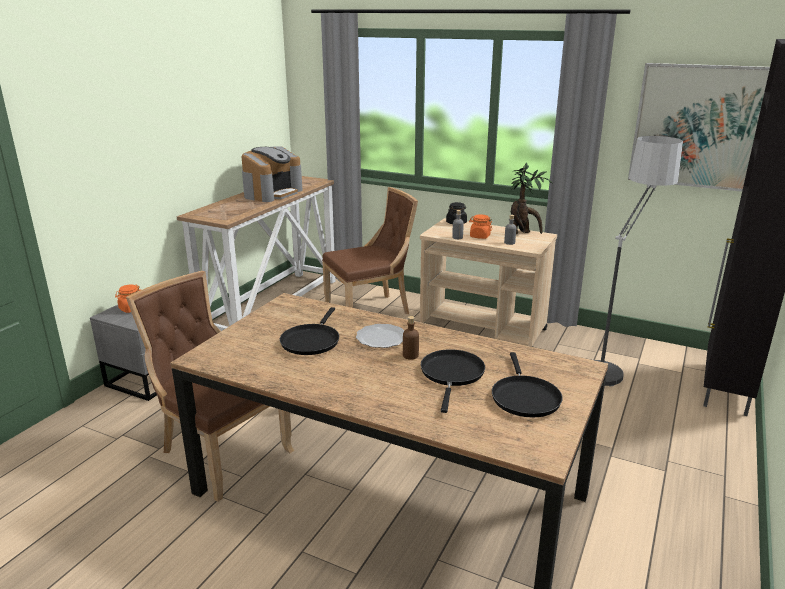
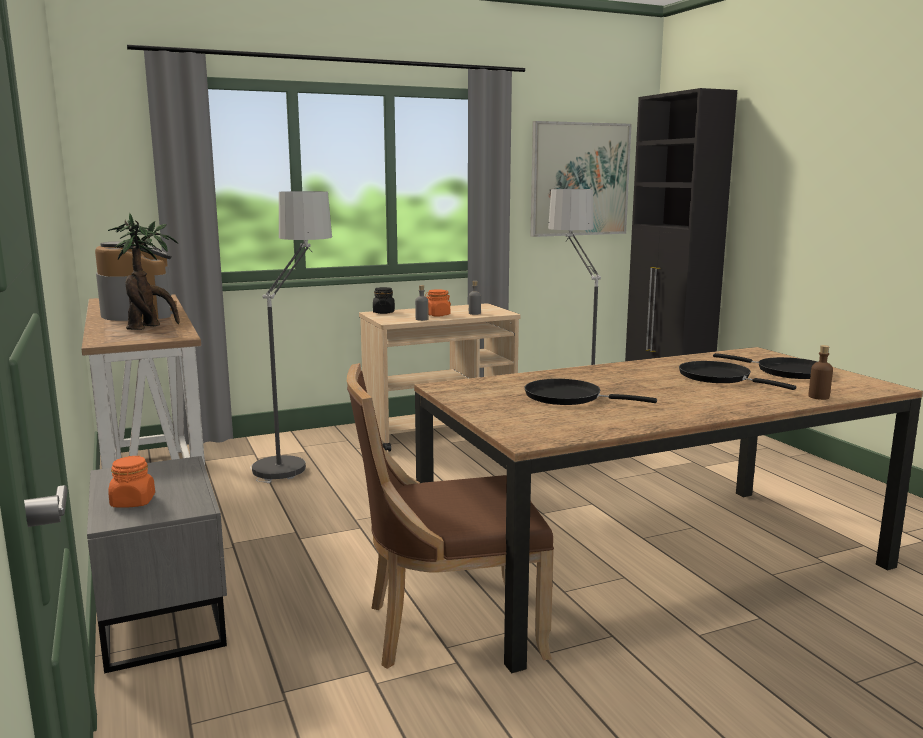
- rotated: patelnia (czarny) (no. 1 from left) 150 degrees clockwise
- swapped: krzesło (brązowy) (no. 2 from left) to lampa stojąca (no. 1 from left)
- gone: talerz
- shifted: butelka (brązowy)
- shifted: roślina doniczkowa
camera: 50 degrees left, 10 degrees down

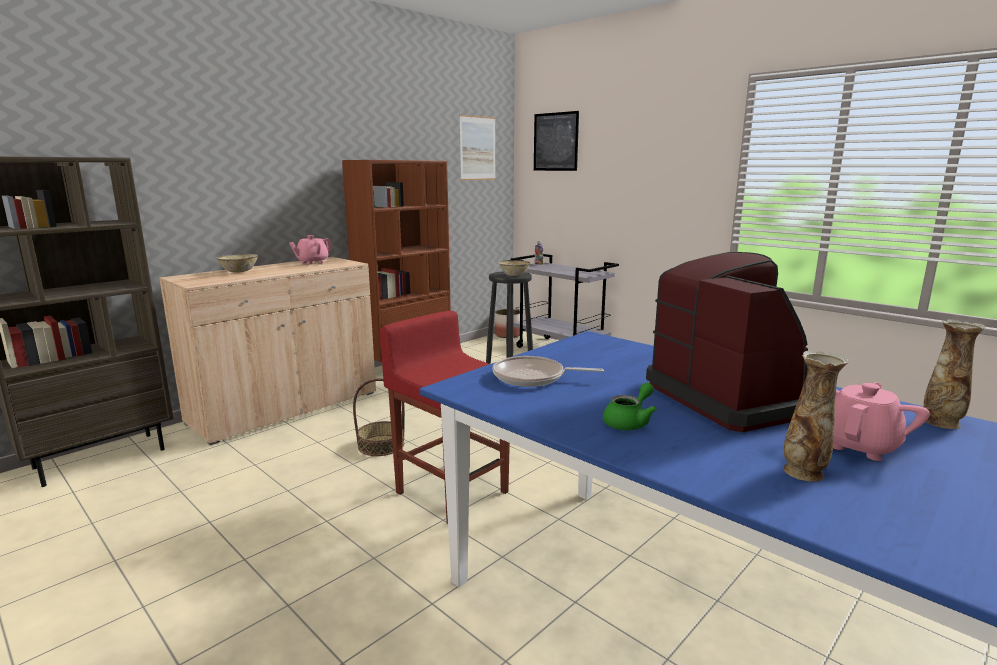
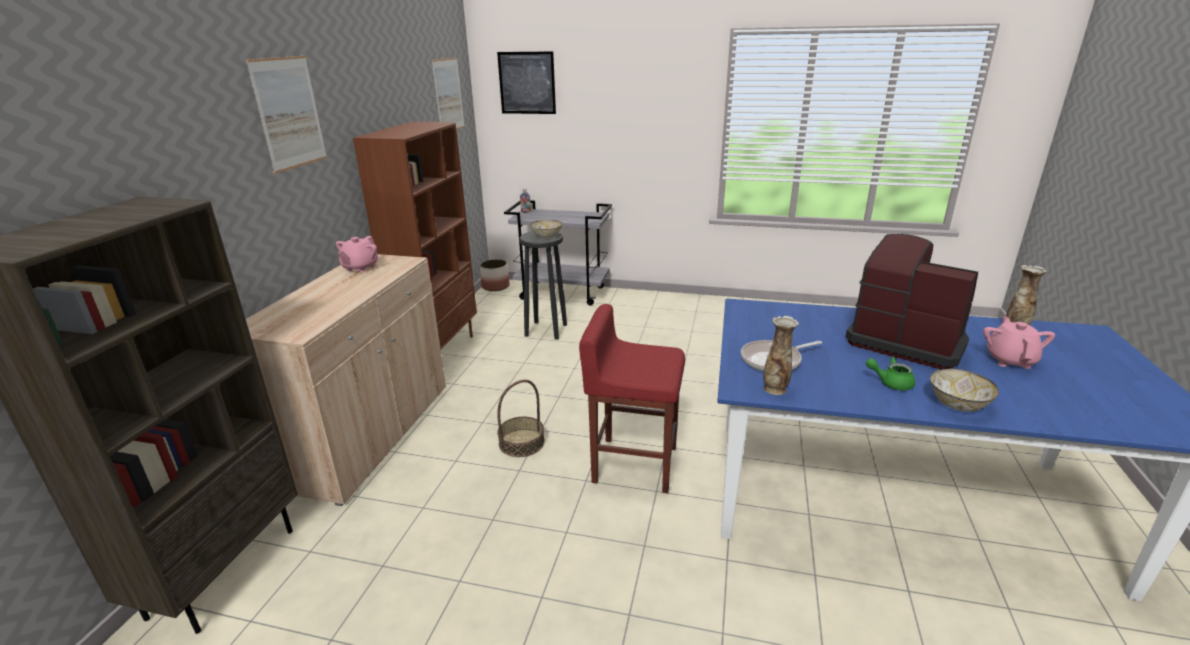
- shifted: miska (no. 1 from left in the first image) to miska (no. 2 from left)
- rotated: imbryk (zielony) 90 degrees counterclockwise
- shifted: wazon (no. 1 from left)
- new: obraz (no. 1 from left)
camera: 30 degrees left, 10 degrees up

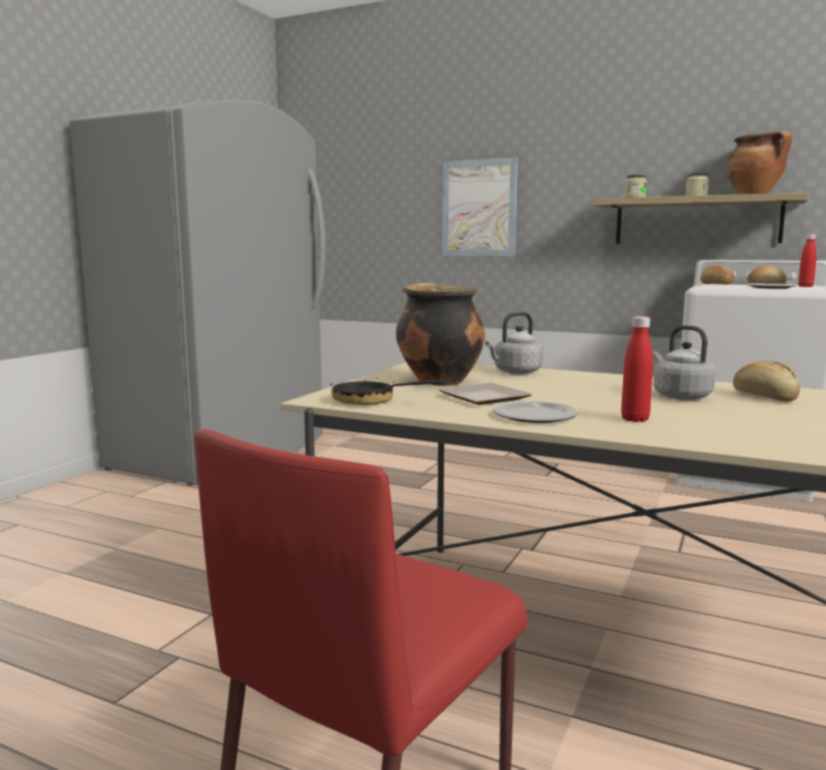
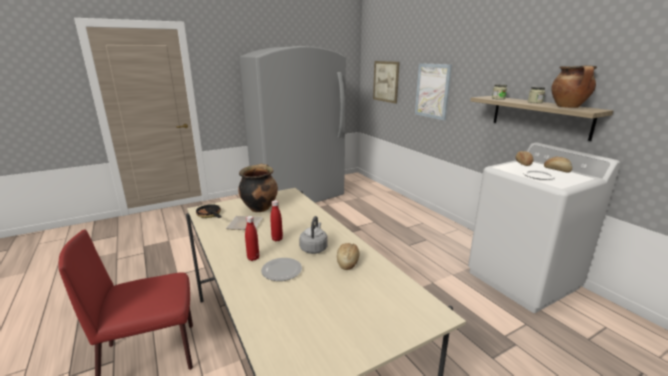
- gone: czajnik (szary) (no. 1 from left)
- shifted: talerz (no. 2 from left)
- shifted: butelka (czerwony) (no. 2 from left)
- new: obraz (no. 1 from left)
camera: 35 degrees right, 10 degrees up

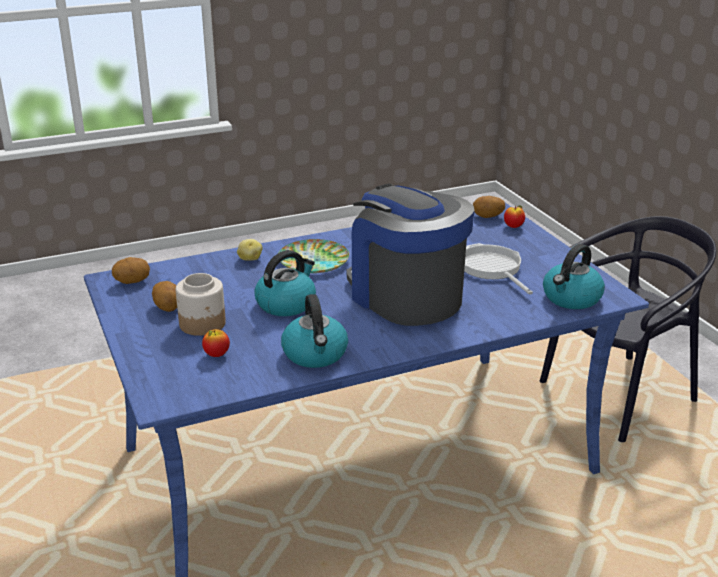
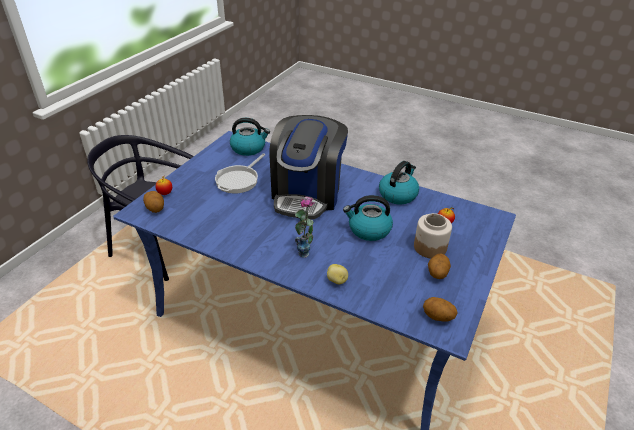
- swapped: talerz to wazon
camera: 130 degrees left, 10 degrees up

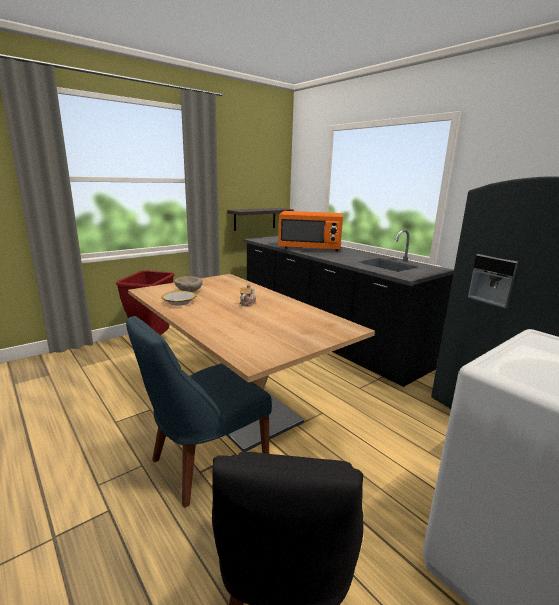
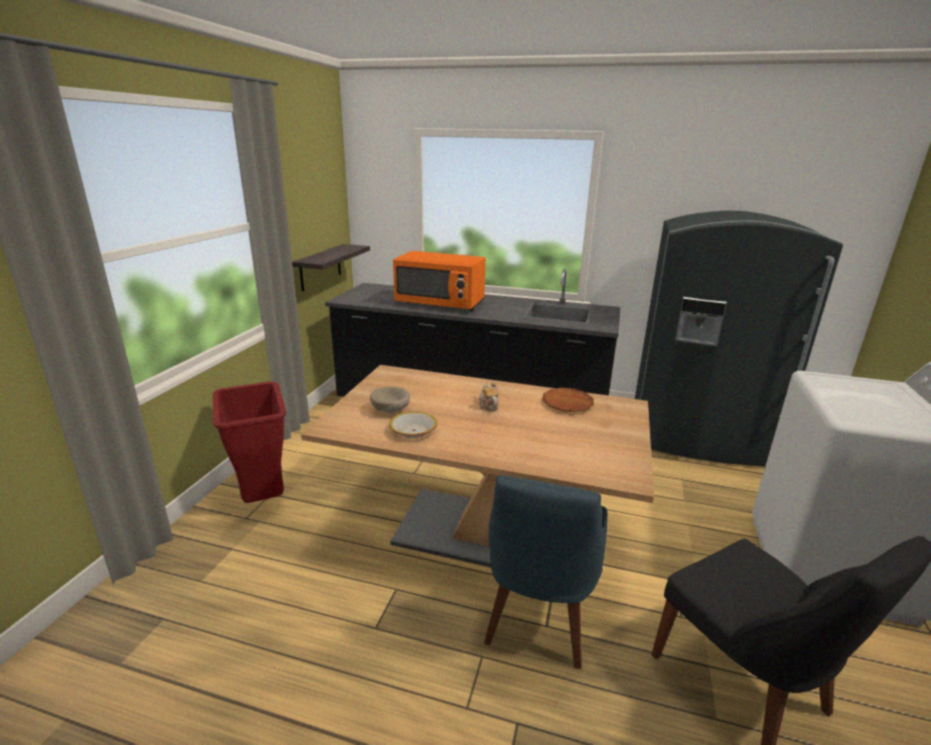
- rotated: mikrofalówka (pomarańczowy) 45 degrees clockwise
- new: talerz (brązowy)
camera: 35 degrees left, 5 degrees up

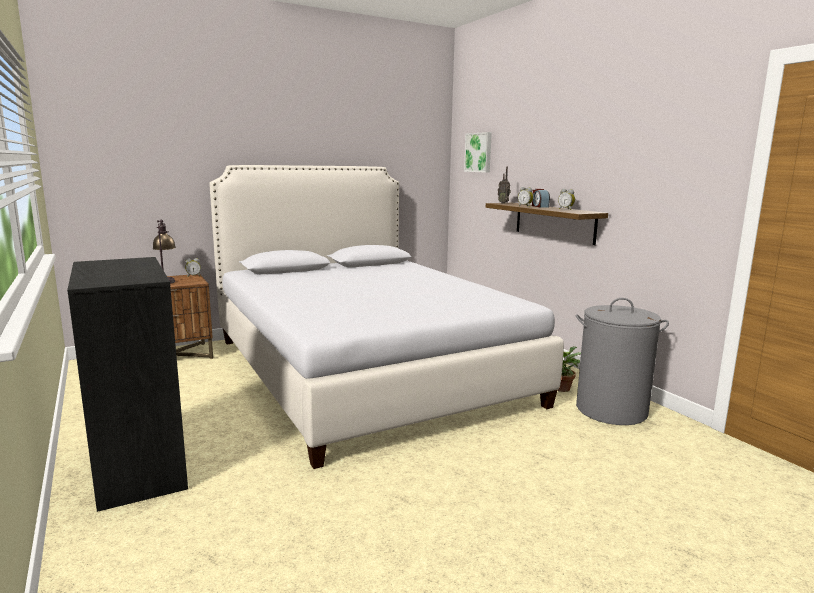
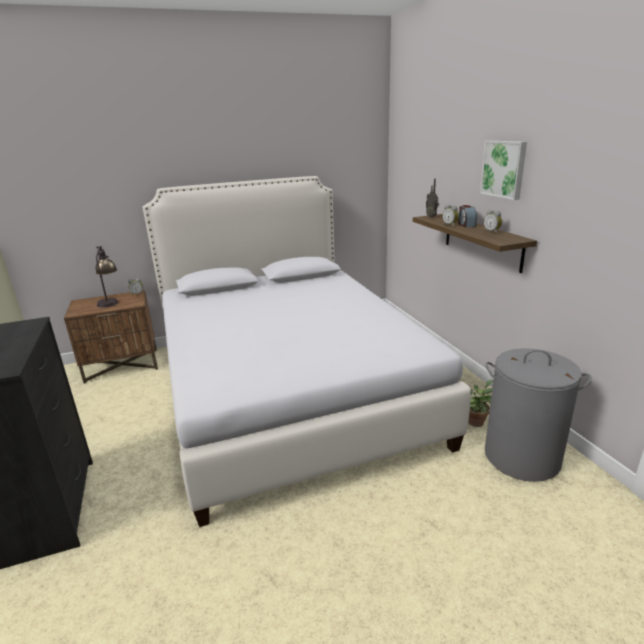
- shifted: obraz
camera: 10 degrees right, 10 degrees up

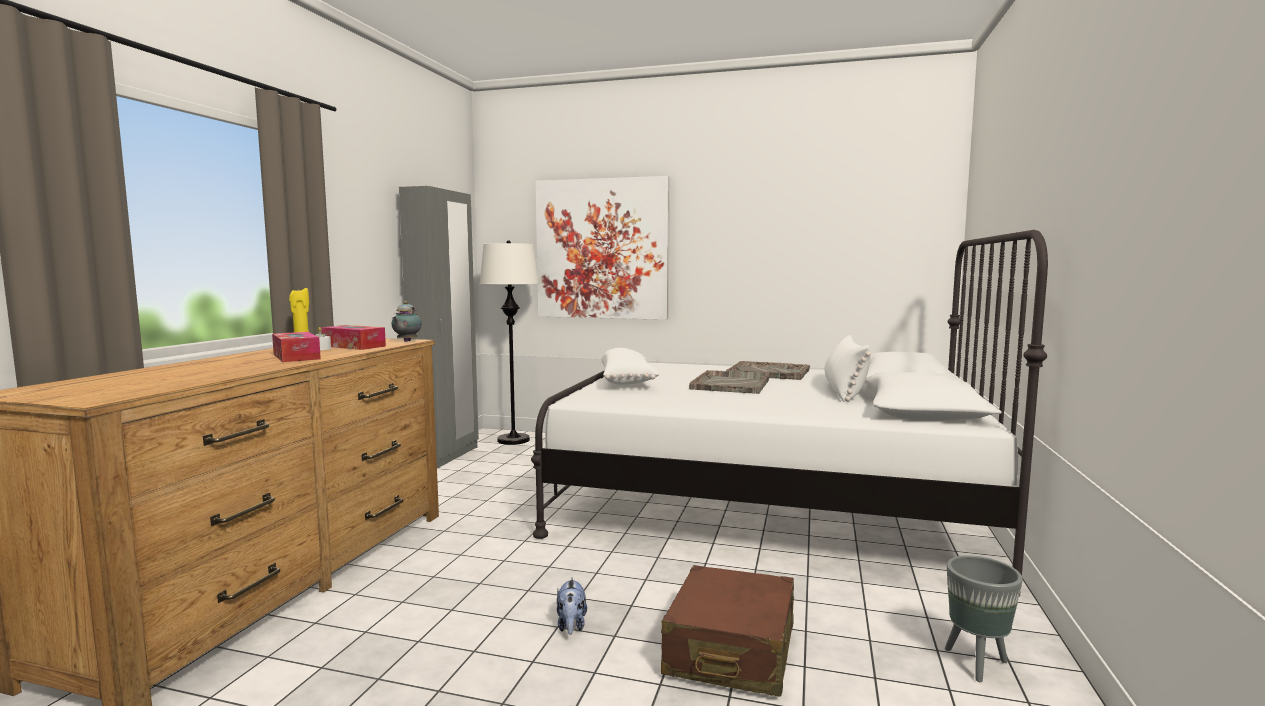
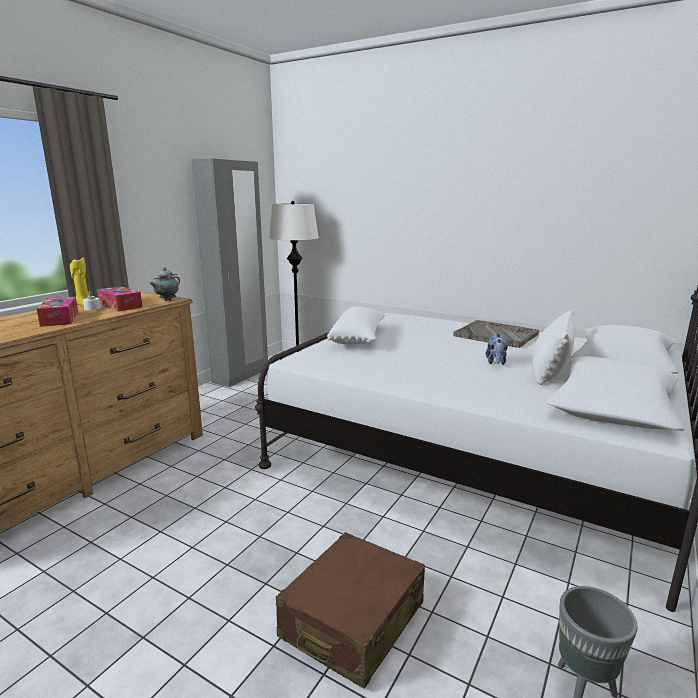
- gone: obraz
- shifted: pluszak
- gone: taca (szary) (no. 1 from left)
camera: 15 degrees right, 10 degrees up

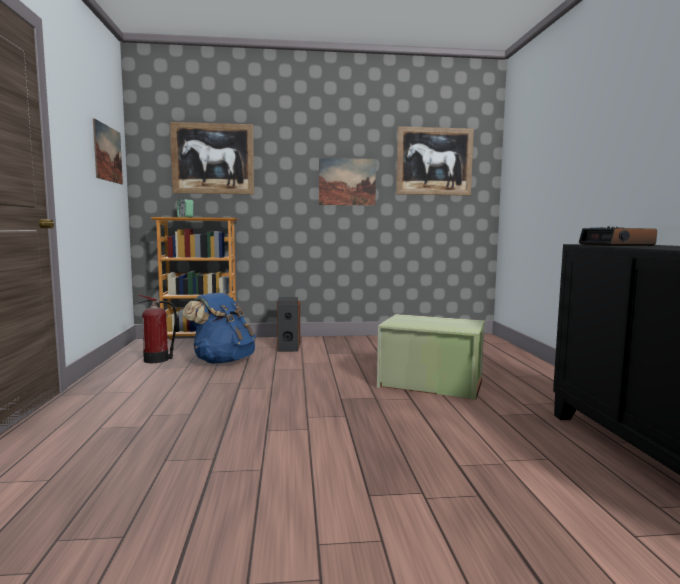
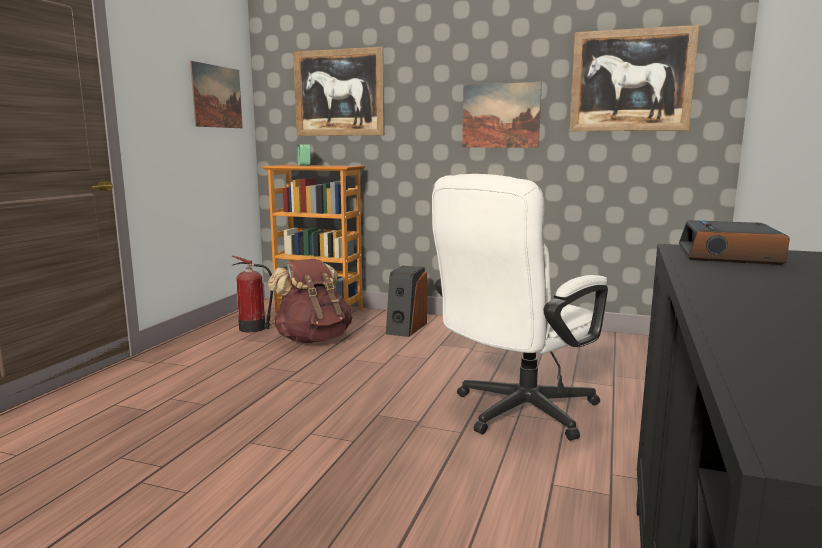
- repainted: plecak (niebieski) to plecak (brązowy)
- swapped: pojemnik do przechowywania (zielony) to krzesło biurowe (biały)
camera: 25 degrees right, 5 degrees up

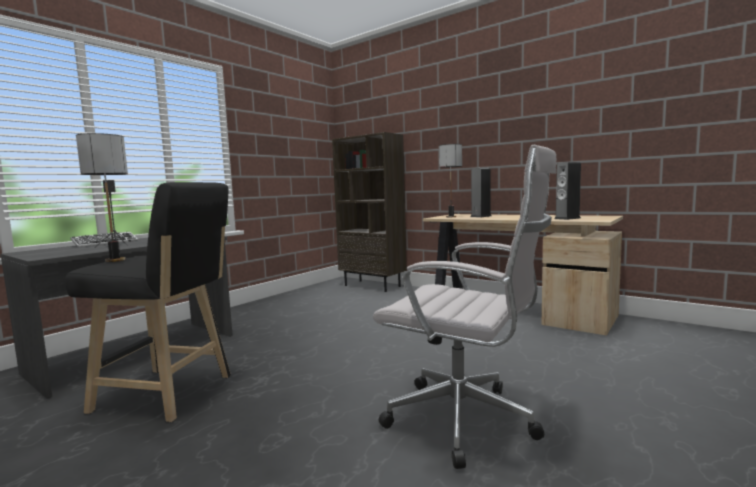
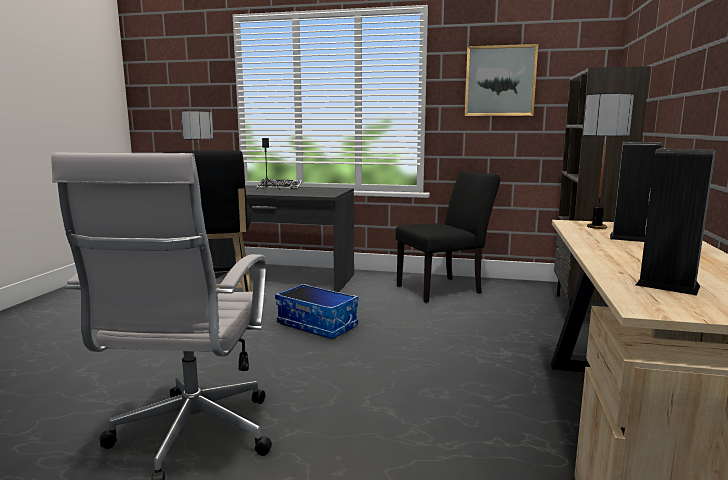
- new: pojemnik do przechowywania
- new: krzesło (czarny)
- new: obraz
camera: 65 degrees right, 5 degrees up

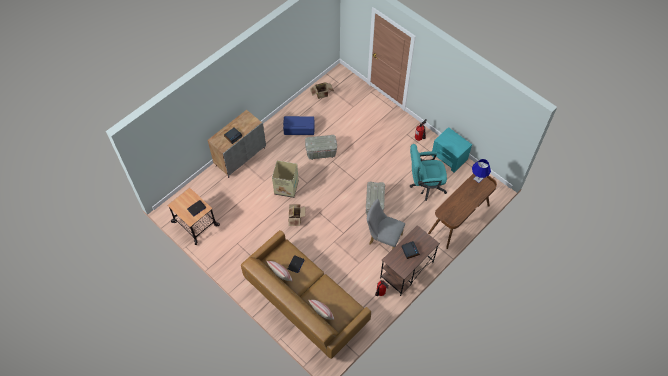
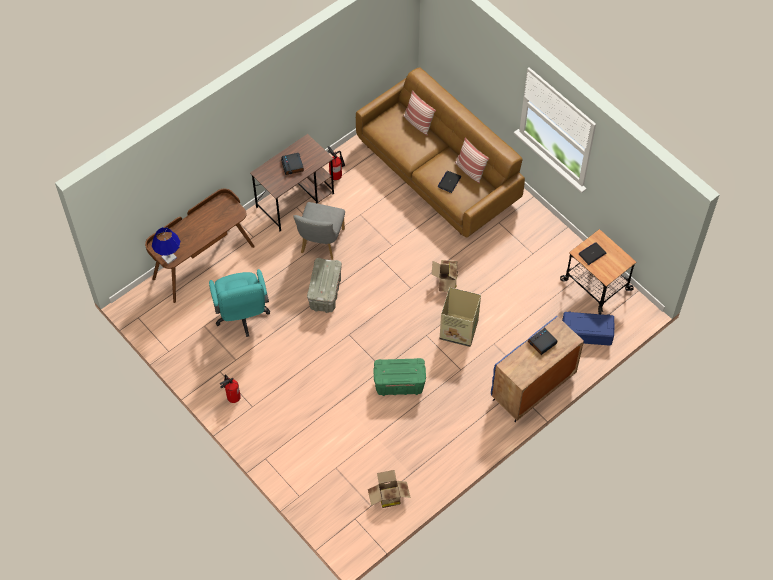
- repainted: szafka (szary) to szafka (niebieski)
- shifted: pojemnik do przechowywania (niebieski)
- repainted: pojemnik do przechowywania (szary) (no. 1 from left) to pojemnik do przechowywania (zielony)
- rotated: krzesło (szary) 75 degrees clockwise
- rotated: krzesło biurowe (turkusowy) 75 degrees clockwise
- gone: szafka nocna (turkusowy)
camera: 175 degrees left, 0 degrees up

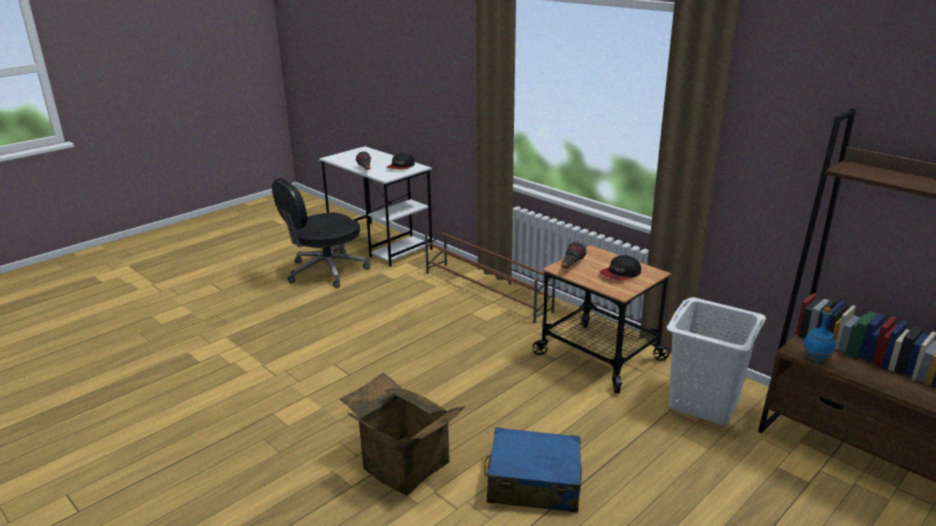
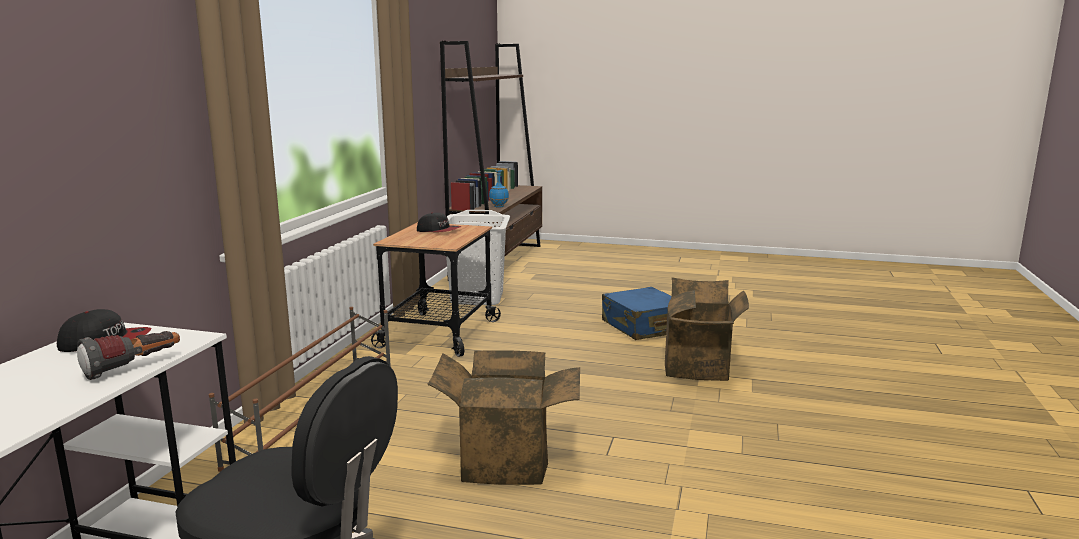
- gone: latarka (no. 2 from left)
- new: karton (no. 1 from left)
camera: 120 degrees left, 10 degrees down

